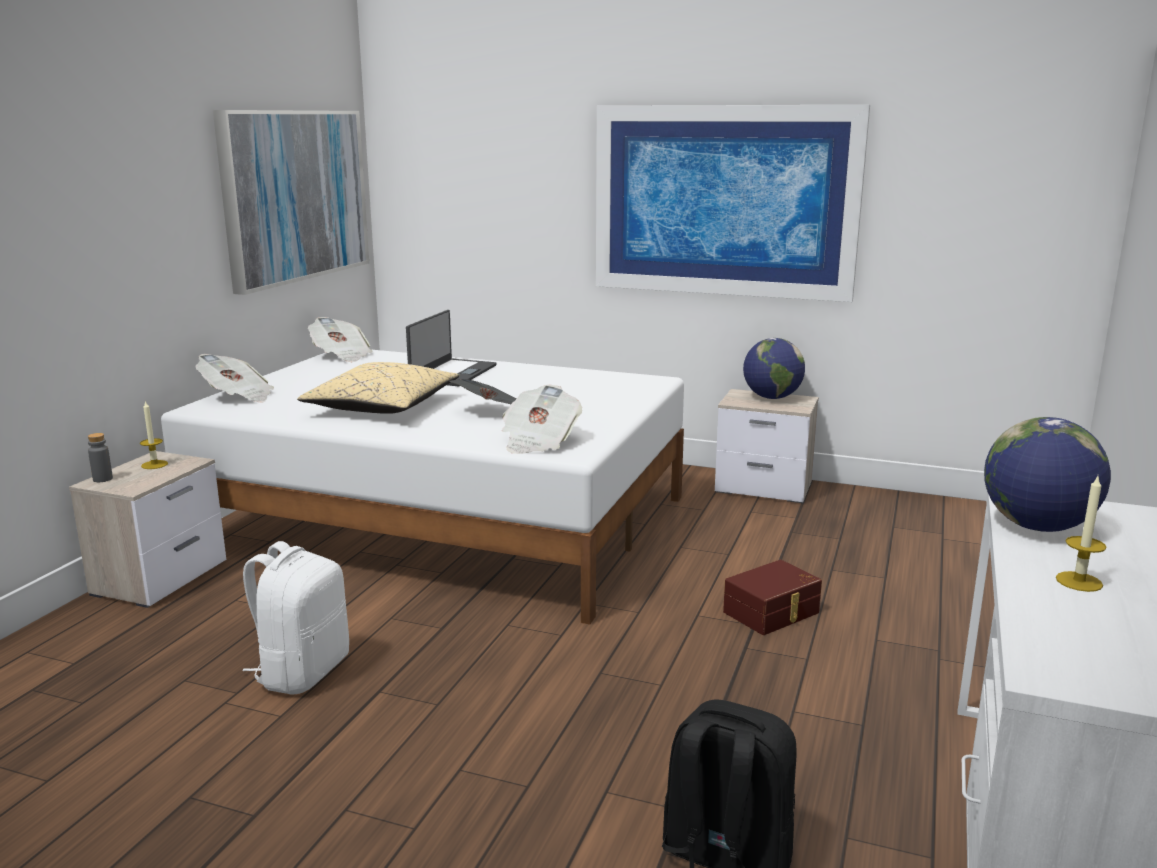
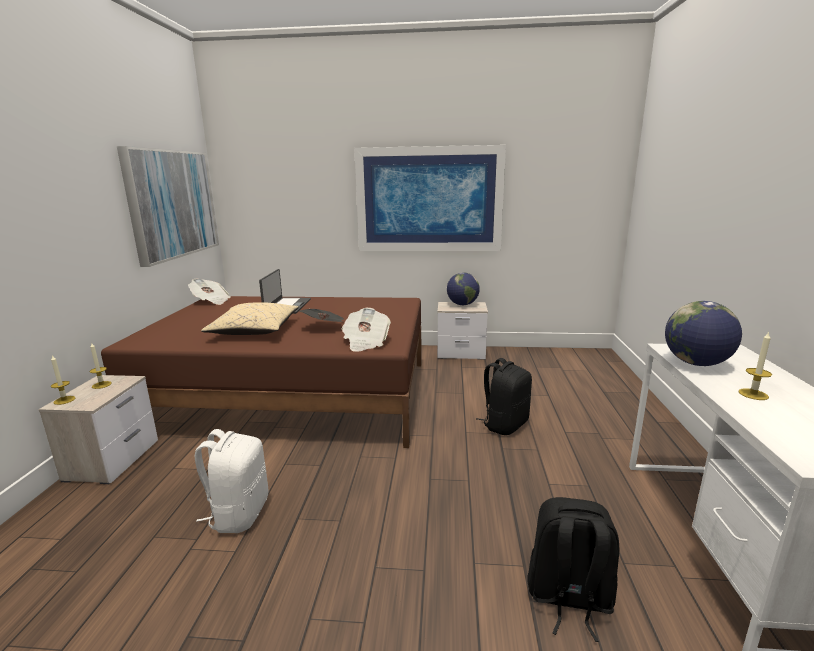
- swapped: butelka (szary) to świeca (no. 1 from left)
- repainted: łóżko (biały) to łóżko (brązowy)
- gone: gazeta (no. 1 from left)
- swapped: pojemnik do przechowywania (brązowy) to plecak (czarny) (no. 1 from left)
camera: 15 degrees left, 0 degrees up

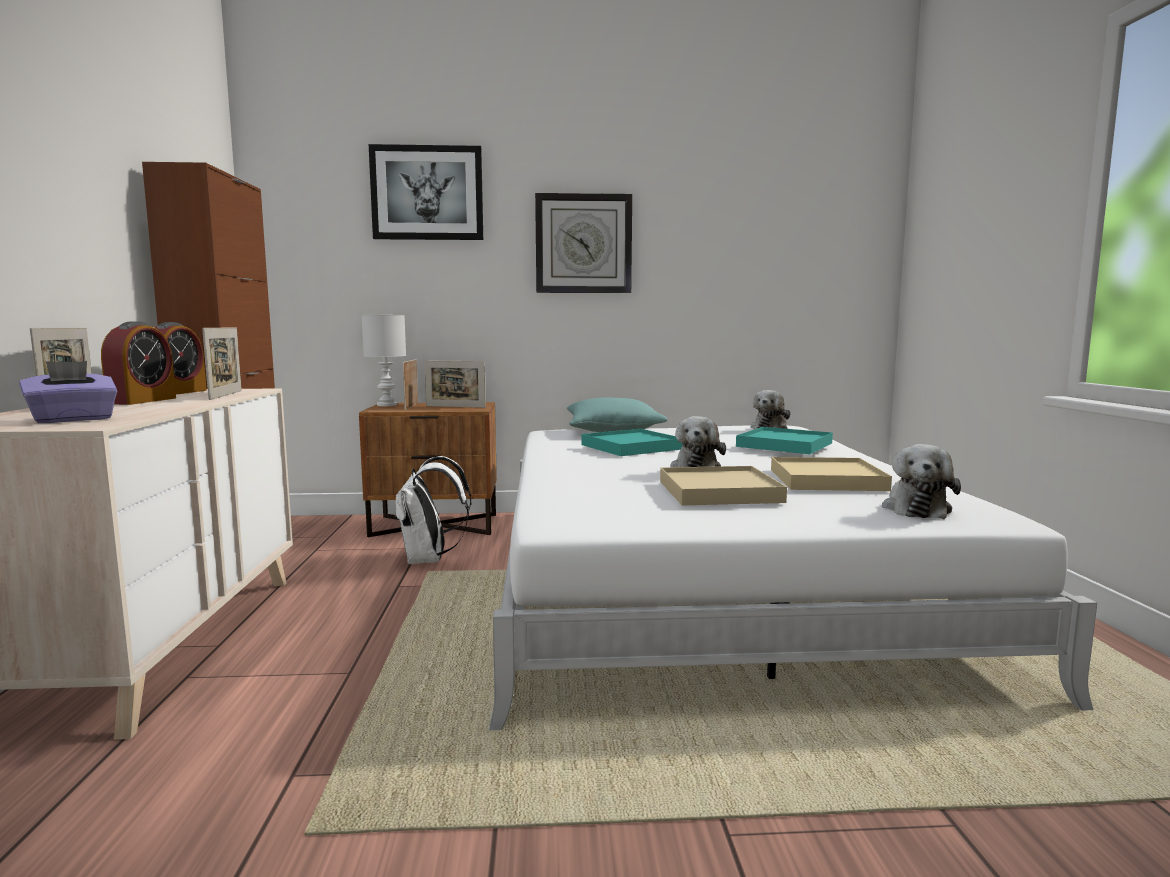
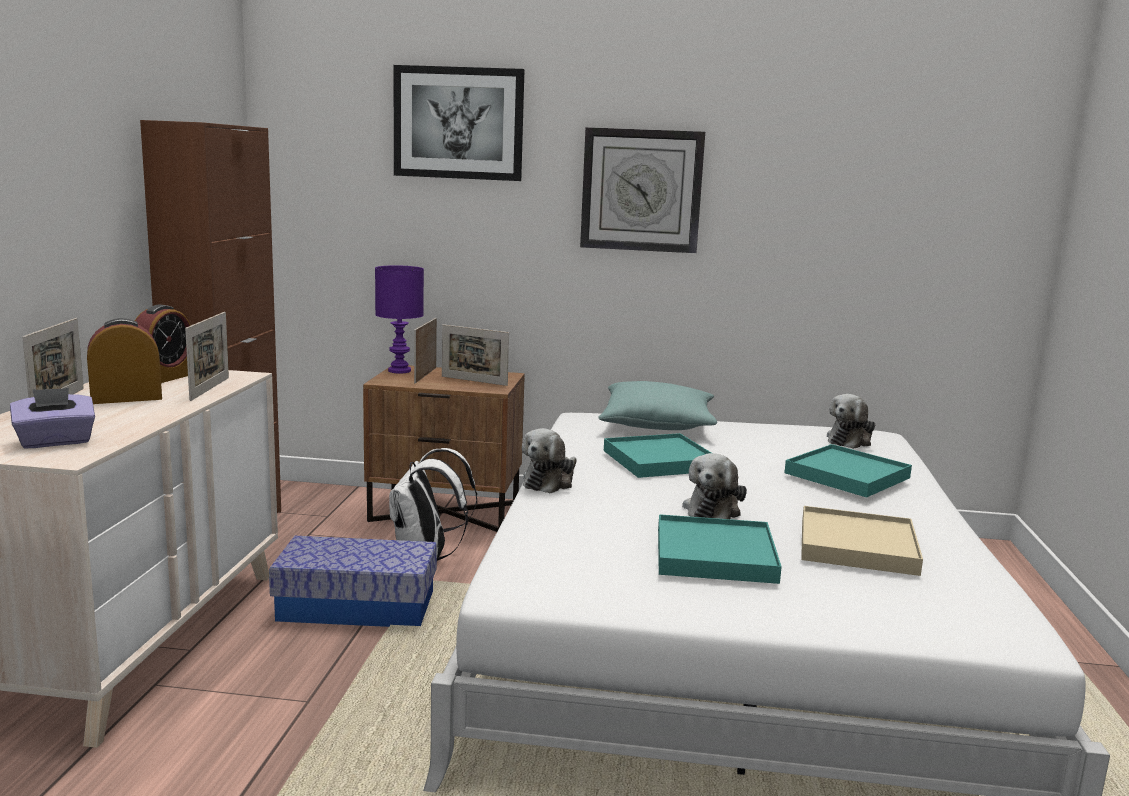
- rotated: budzik (no. 1 from left) 135 degrees counterclockwise
- repainted: lampa stołowa (biały) to lampa stołowa (fioletowy)
- repainted: taca (beżowy) (no. 1 from left) to taca (turkusowy) (no. 2 from left)
- shifted: pluszak (no. 3 from left in the first image) to pluszak (no. 1 from left)
- new: pojemnik do przechowywania
camera: 10 degrees right, 5 degrees up

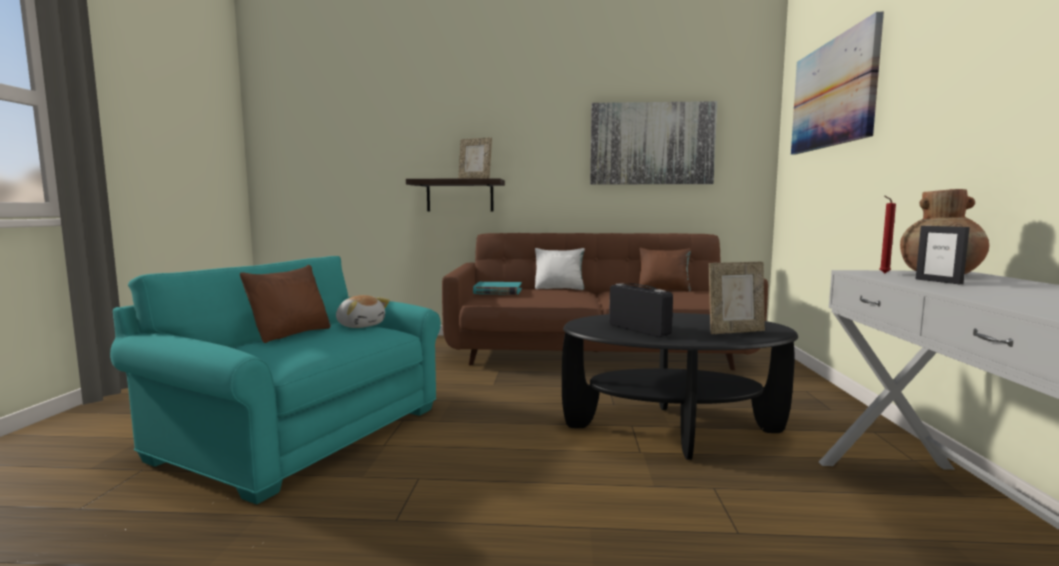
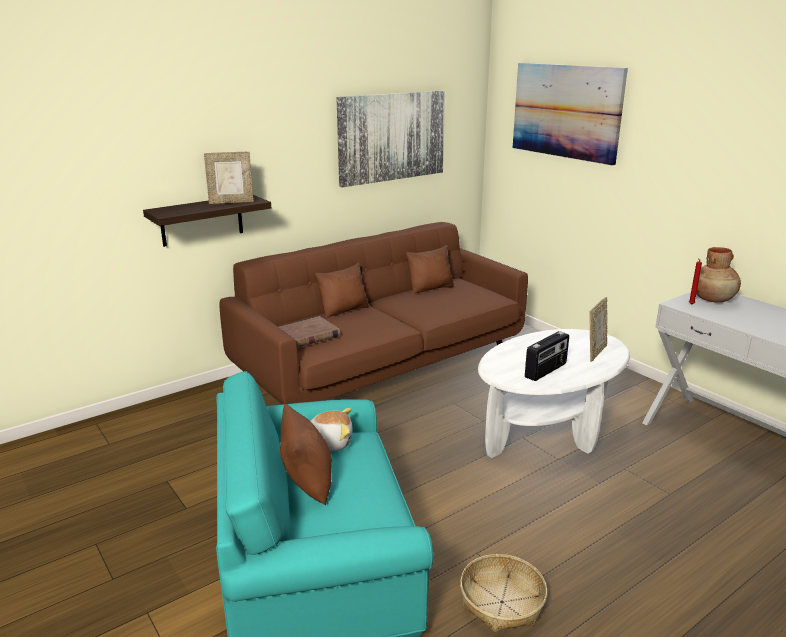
- repainted: książka (turkusowy) to książka (brązowy)
- repainted: poduszka (biały) to poduszka (brązowy) (no. 2 from left)
- repainted: ława (czarny) to ława (biały)
- rotated: radio 120 degrees clockwise
- gone: ramka na zdjęcie (no. 3 from left)
- new: koszyk
camera: 40 degrees left, 15 degrees up

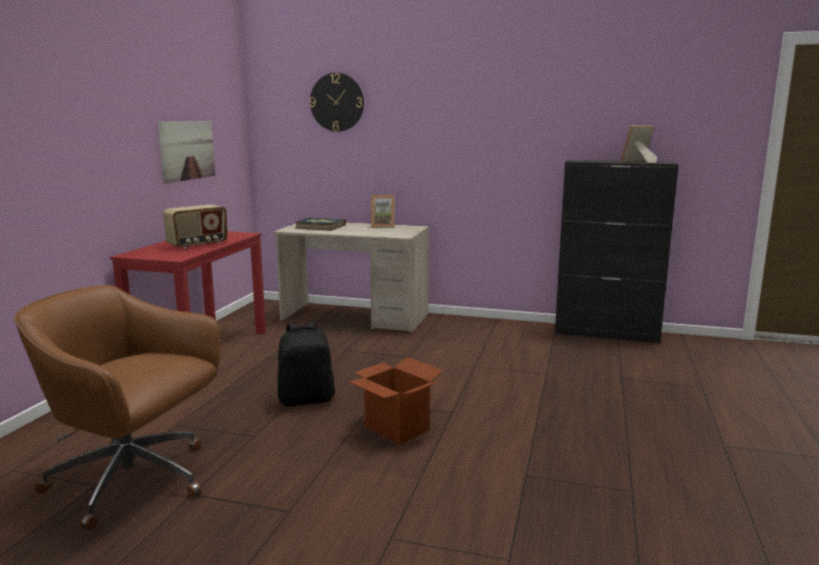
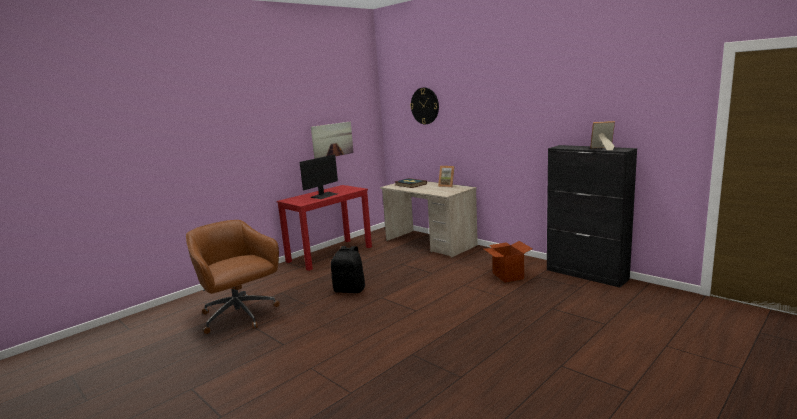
- swapped: radio to monitor
- shifted: karton
camera: 30 degrees right, 0 degrees up

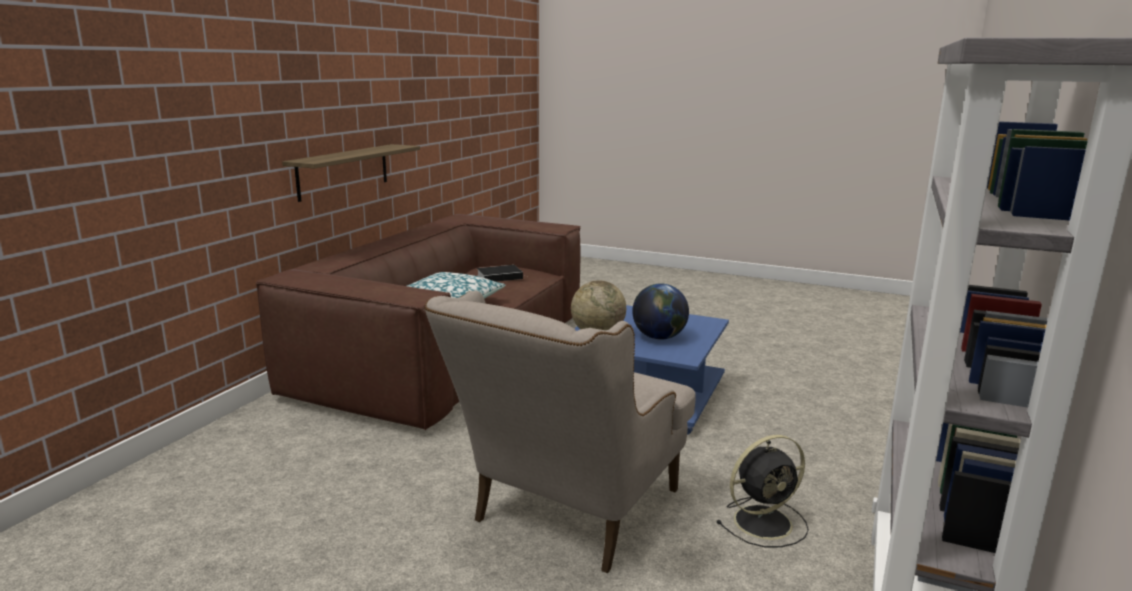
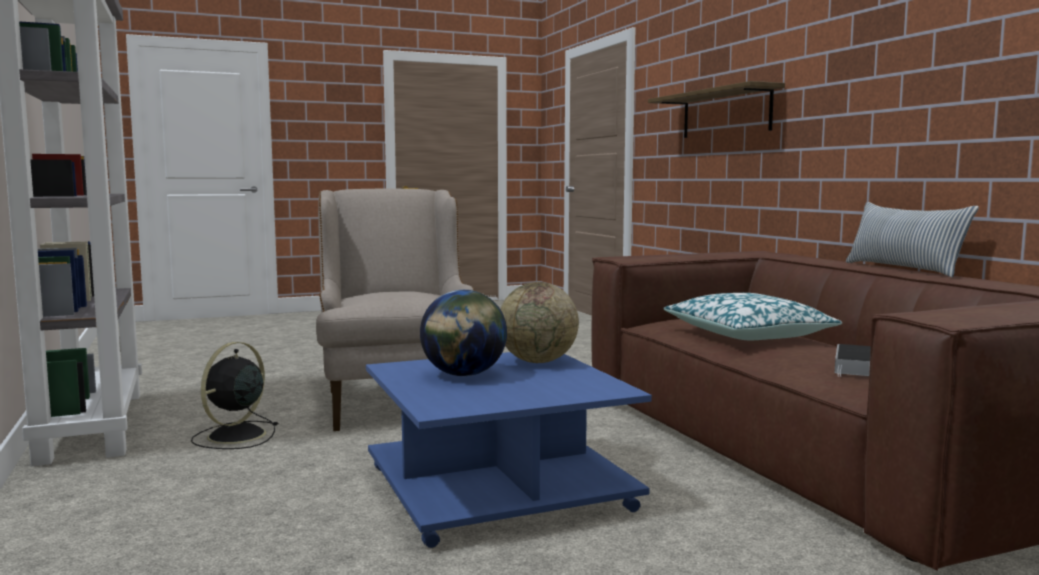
- shifted: półka
- new: poduszka (no. 2 from left)
camera: 135 degrees right, 10 degrees down

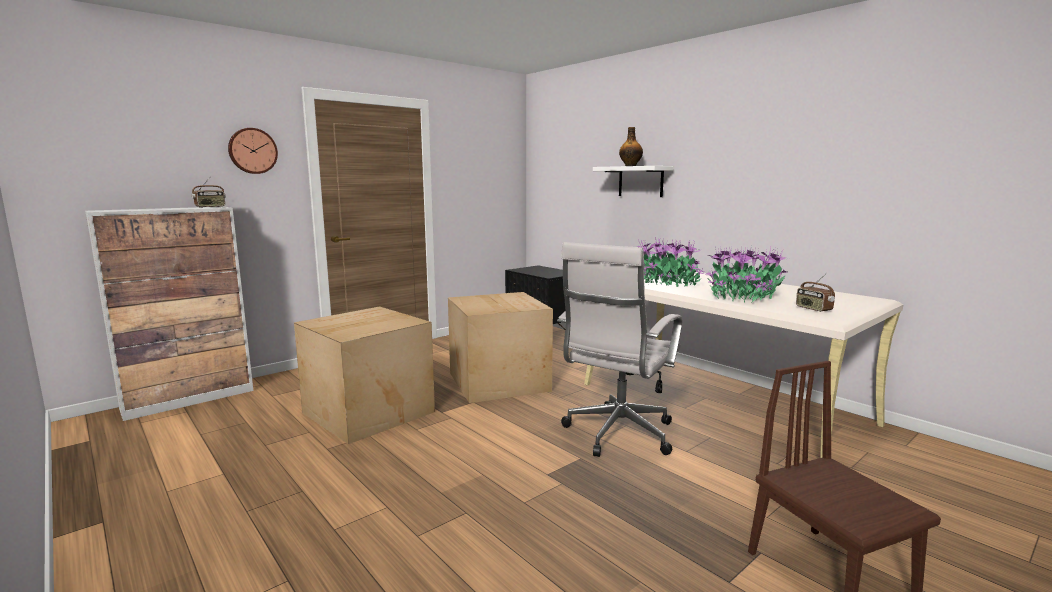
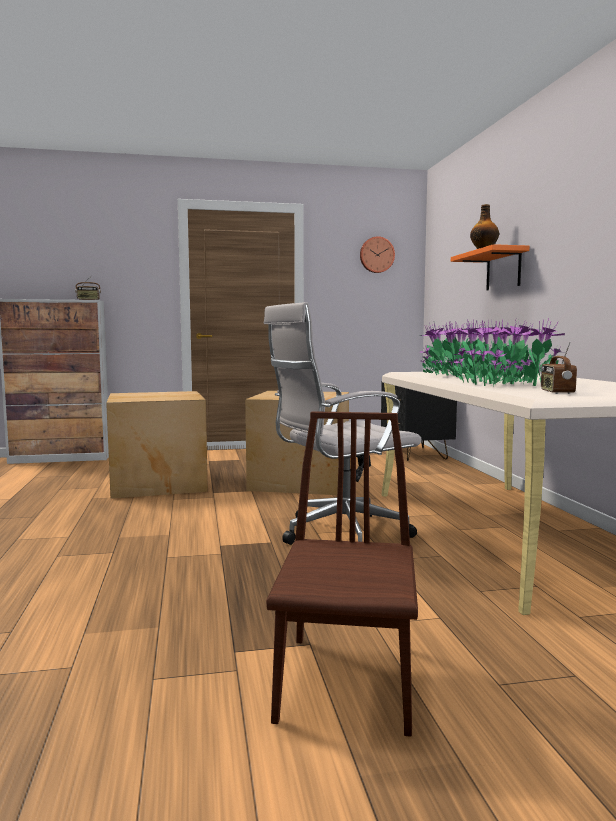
- shifted: zegar ścienny
- repainted: półka (biały) to półka (pomarańczowy)
camera: 30 degrees right, 5 degrees down

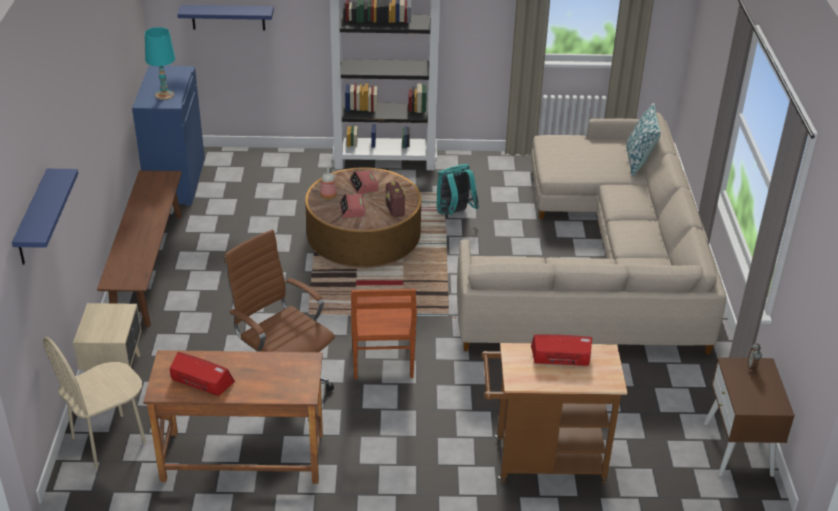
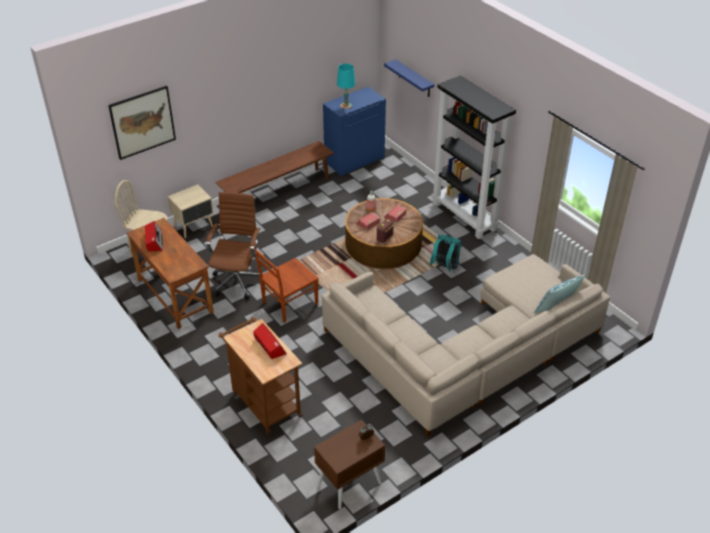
- swapped: półka (niebieski) (no. 1 from left) to obraz
camera: 55 degrees right, 5 degrees up

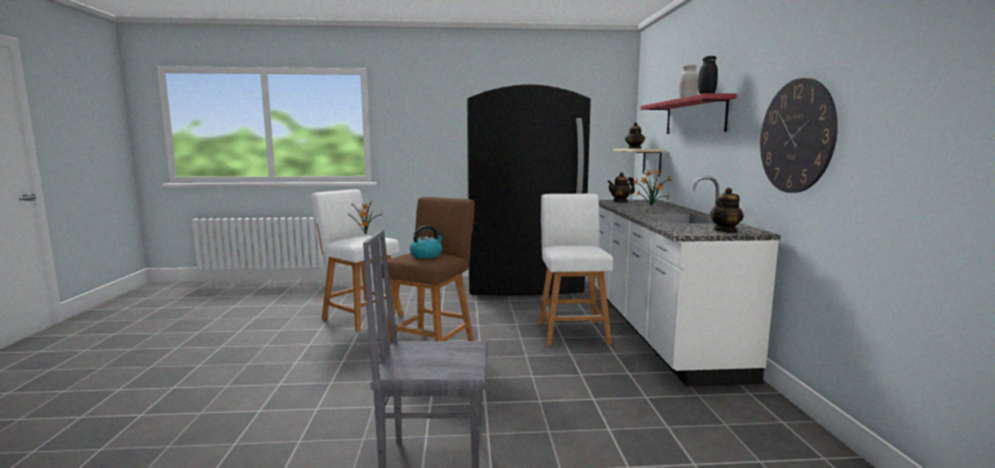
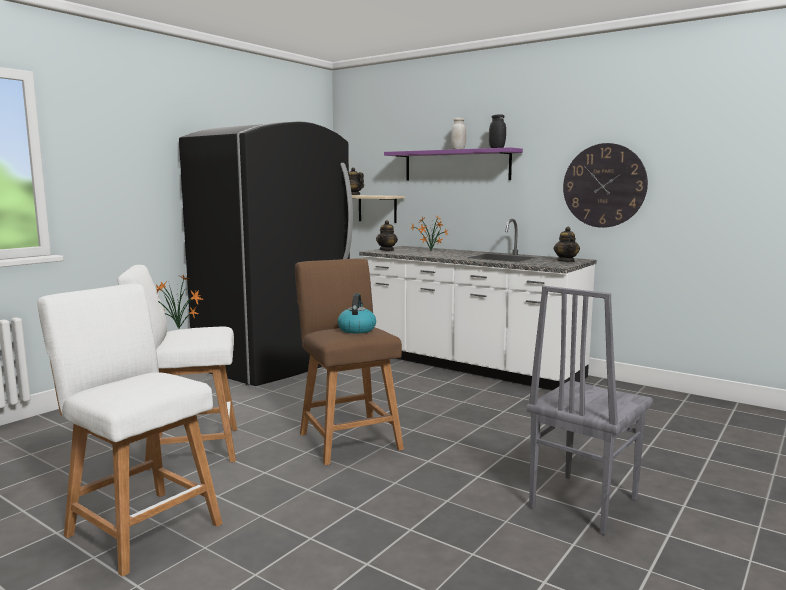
- shifted: stołek (biały) (no. 2 from left in the first image) to stołek (biały) (no. 1 from left)
- repainted: półka (czerwony) to półka (fioletowy)
camera: 50 degrees left, 0 degrees up

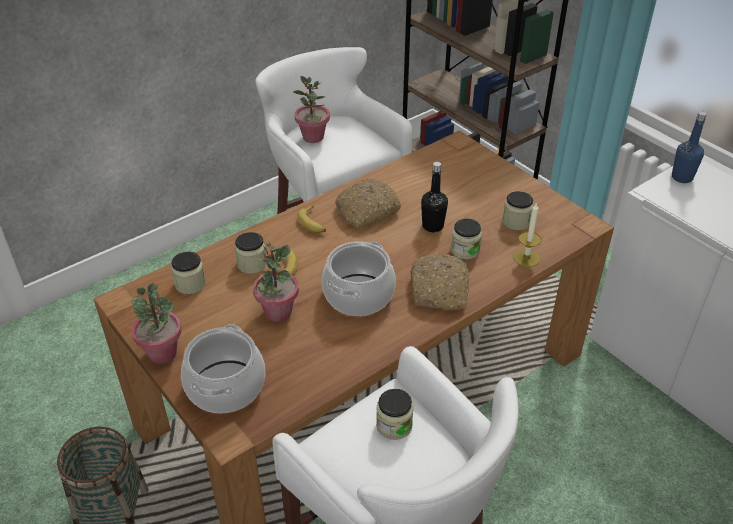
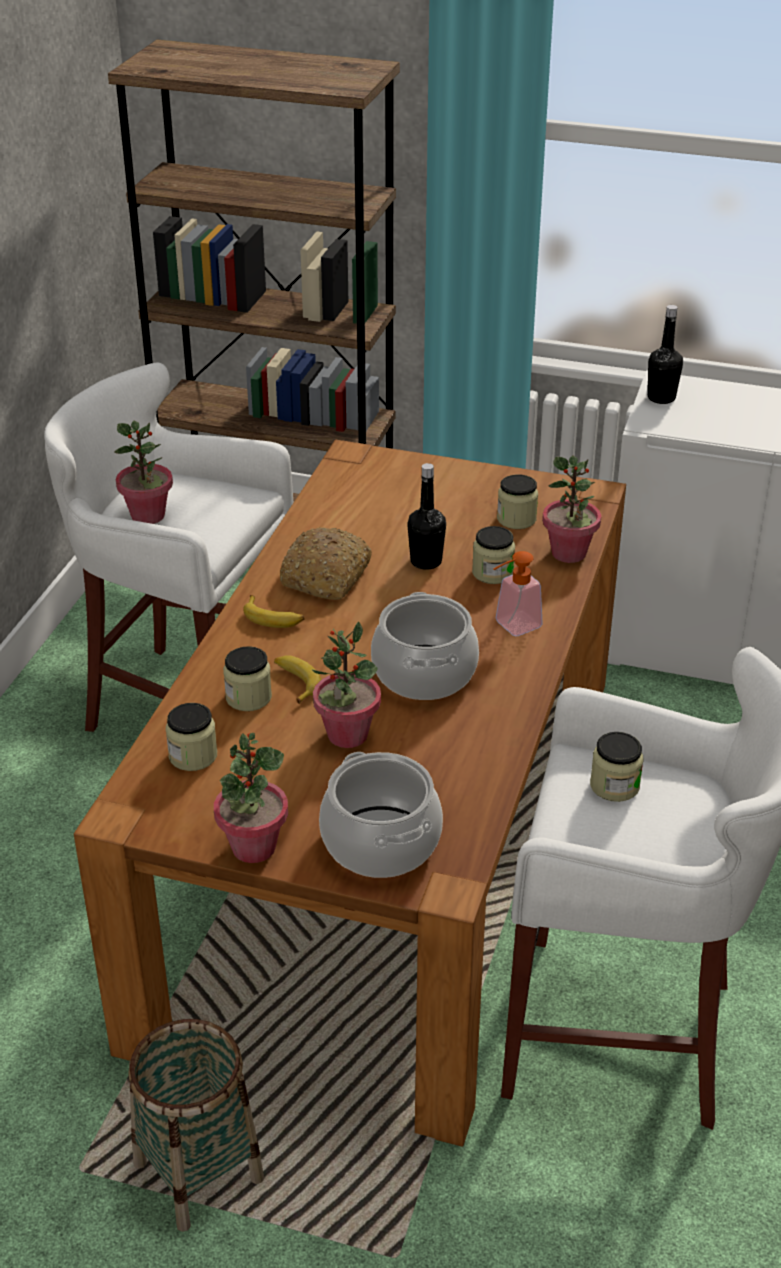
- swapped: chleb (no. 2 from left) to dozownik mydła
- swapped: świeca to roślina doniczkowa (no. 4 from left)
- repainted: butelka (niebieski) to butelka (czarny) (no. 2 from left)
camera: 35 degrees left, 5 degrees down

